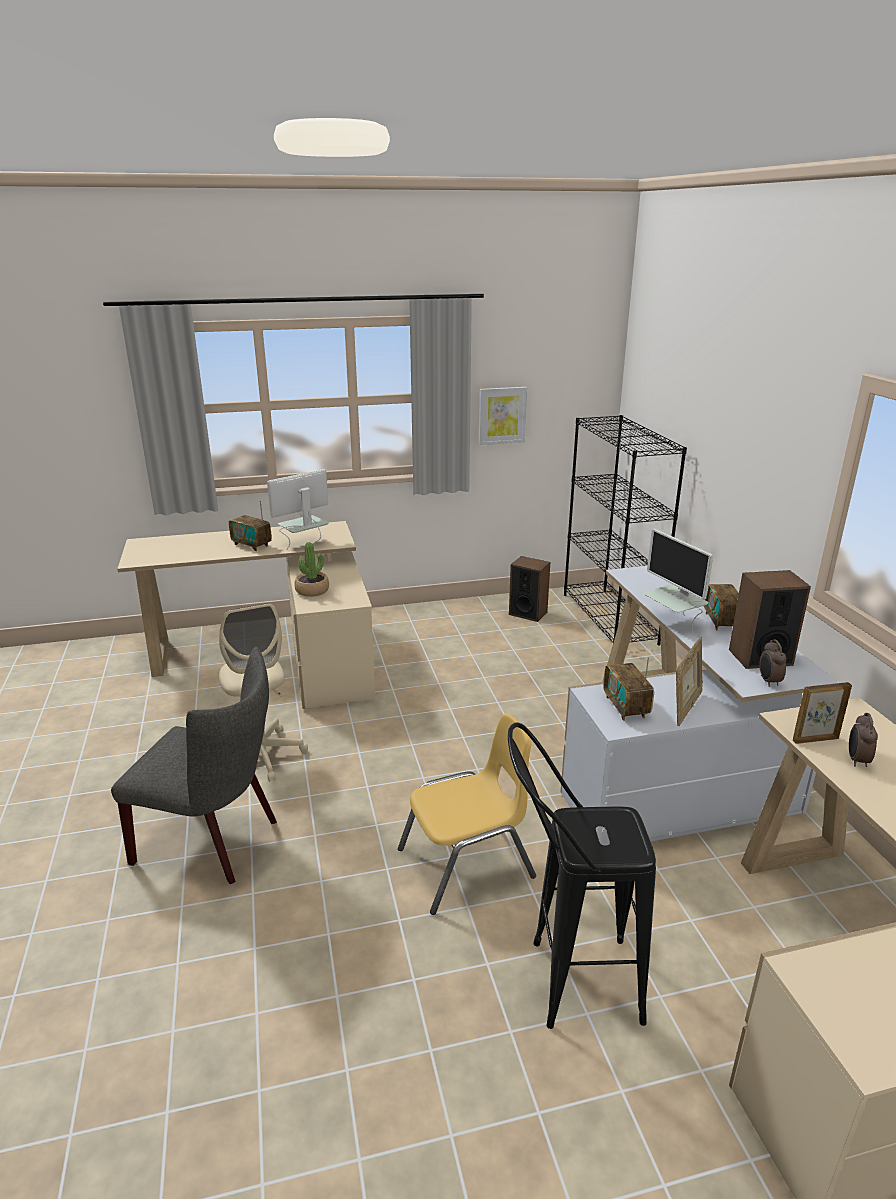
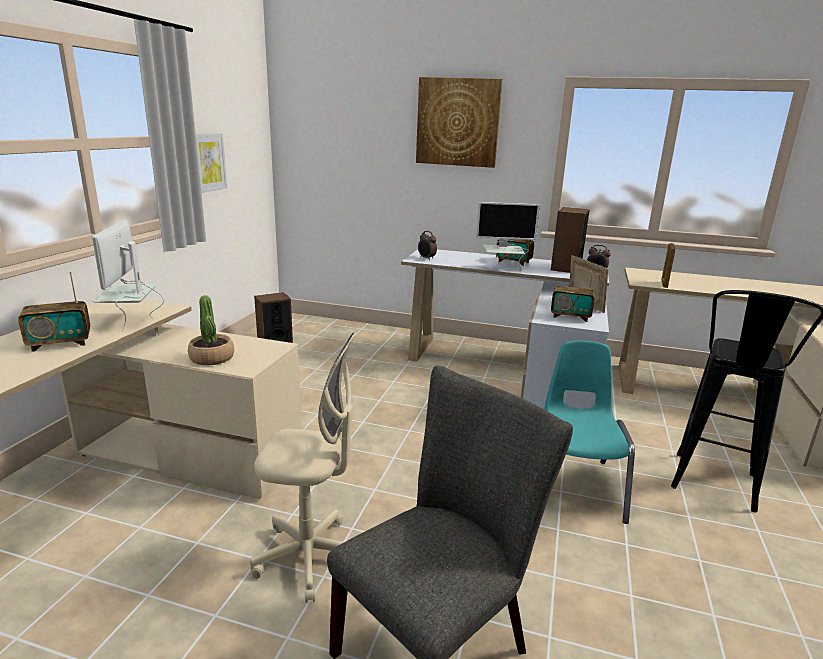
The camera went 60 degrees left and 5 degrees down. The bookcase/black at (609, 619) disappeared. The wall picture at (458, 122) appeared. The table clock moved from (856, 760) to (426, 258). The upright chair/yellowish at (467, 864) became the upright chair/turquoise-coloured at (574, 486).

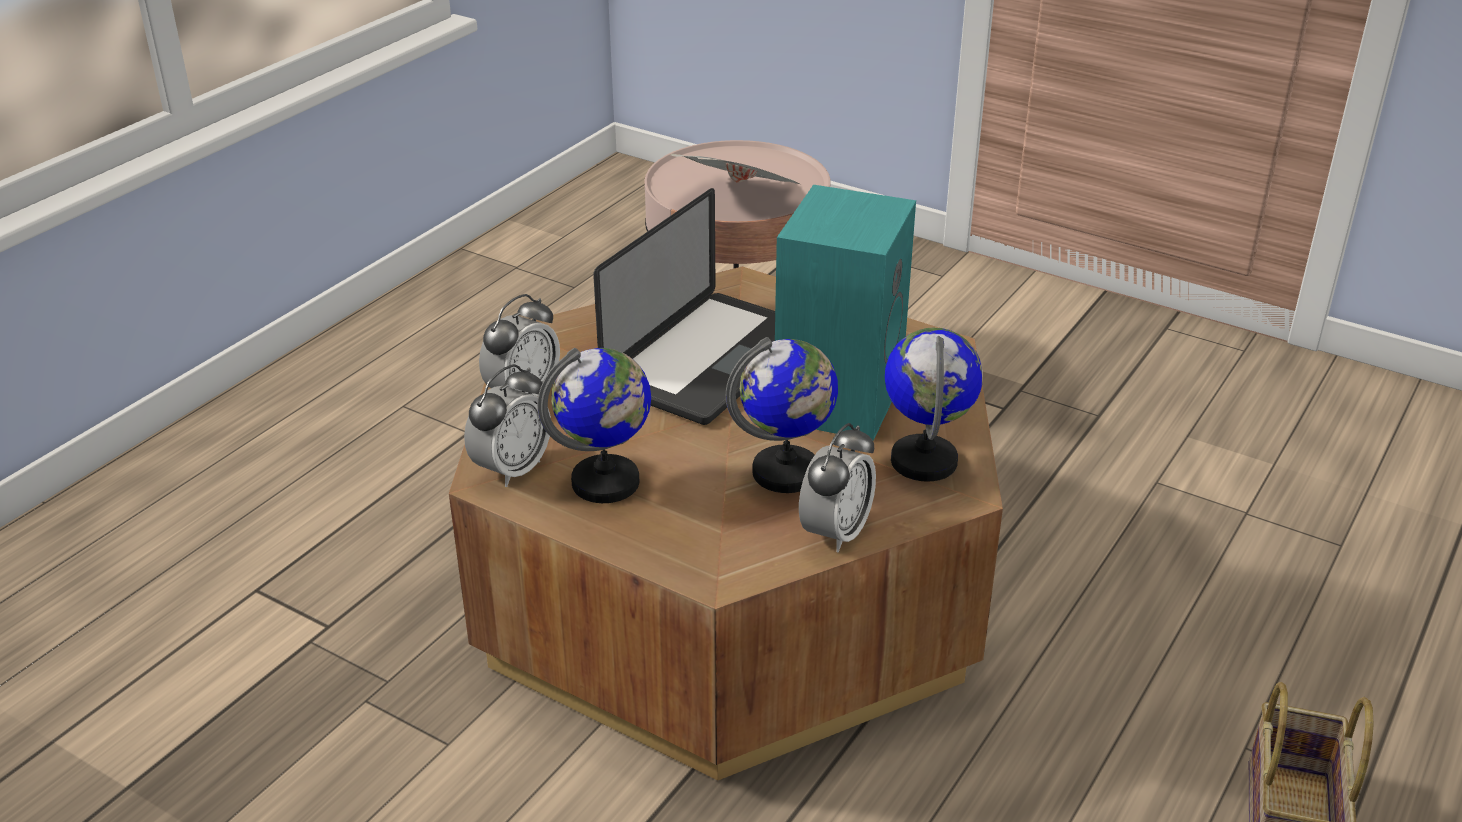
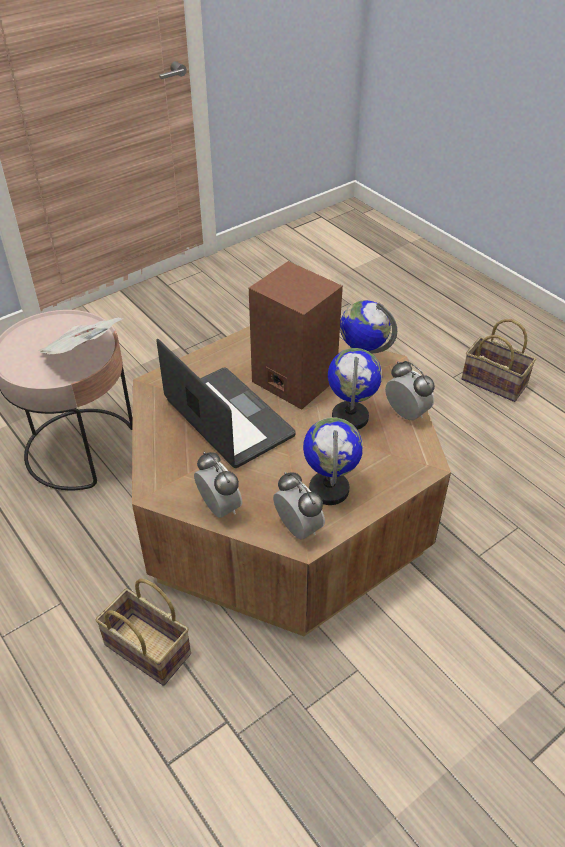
The camera went 70 degrees left and 10 degrees up. The storage basket at (145, 649) appeared. The audio speaker/turquoise-coloured at (837, 397) became the audio speaker/brownish at (291, 380).

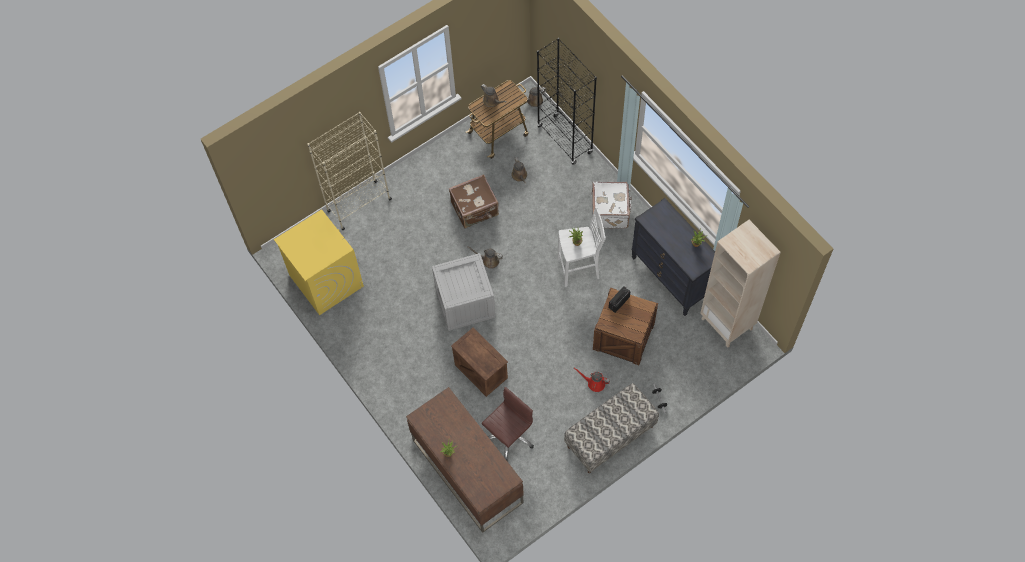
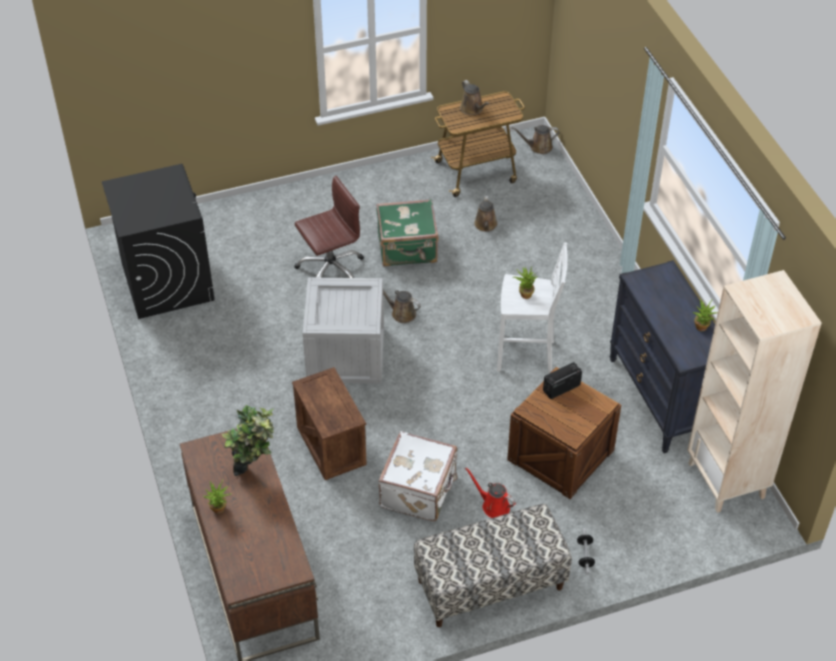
The camera went 15 degrees right and 15 degrees down. The bookcase/beige at (359, 205) disappeared. The bookcase/black at (565, 140) disappeared. The houseplant at (254, 470) appeared. The desk chair/brownish moved from (508, 436) to (330, 270). The piece of luggage/white moved from (610, 212) to (419, 490). The laundry appliance/yellowish at (326, 280) became the laundry appliance/black at (167, 281). The piece of luggage/brownish at (475, 209) became the piece of luggage/green at (407, 249).

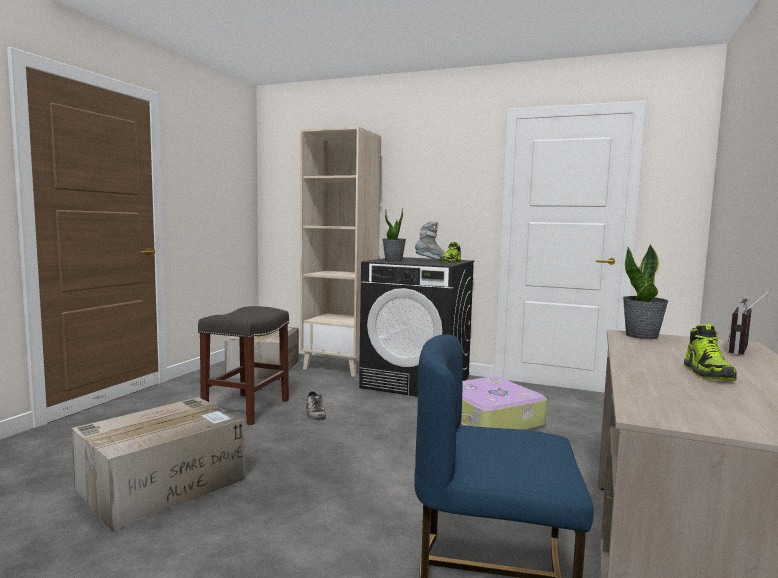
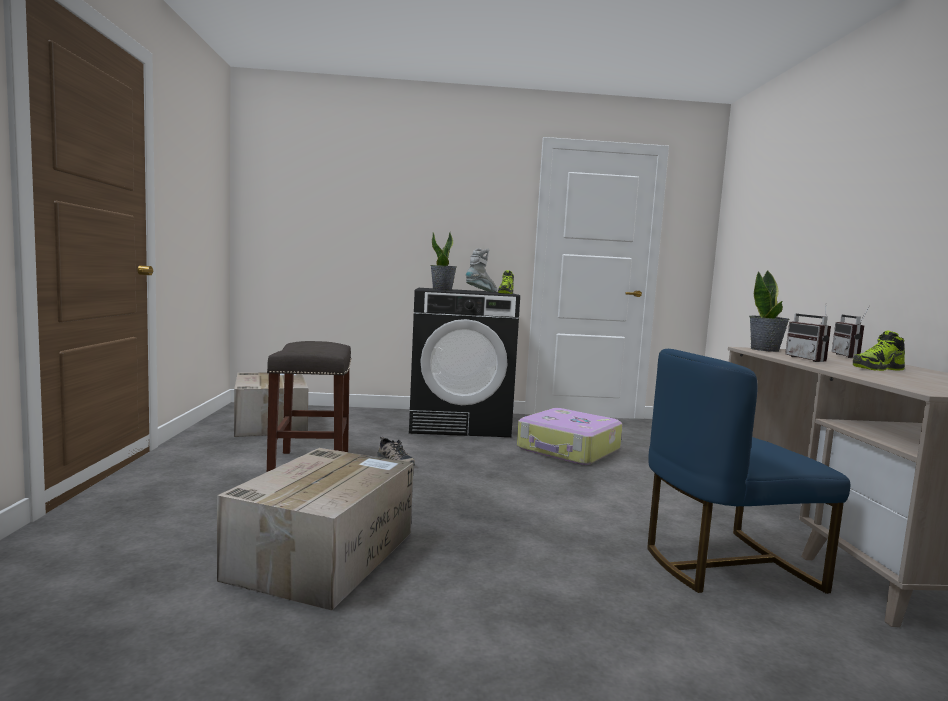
The camera went 25 degrees left and 0 degrees up. The bookcase/beige at (340, 367) disappeared. The radio at (810, 359) appeared. The item of footwear at (707, 373) turned 90 degrees clockwise.

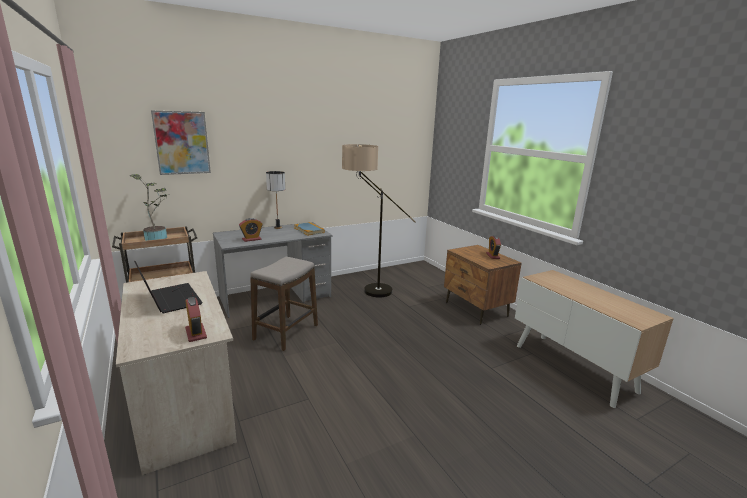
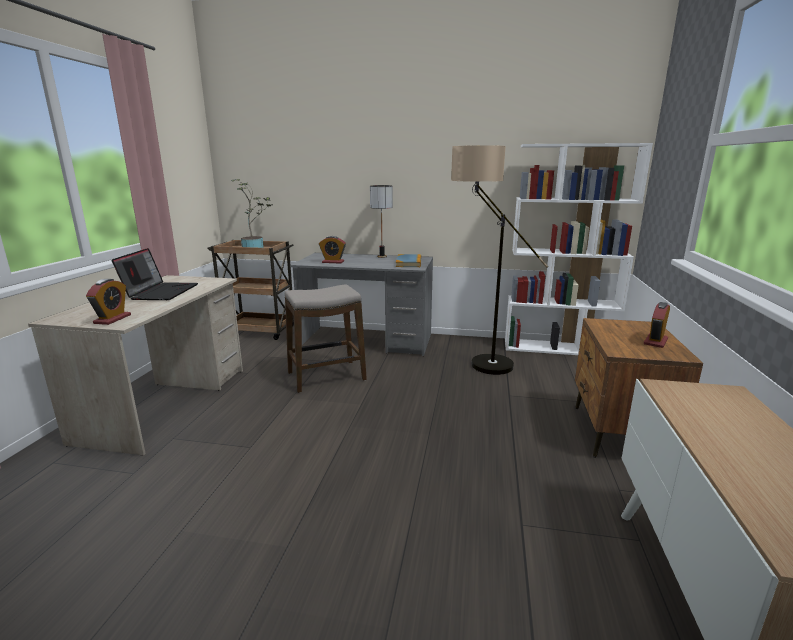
The camera went 40 degrees right and 0 degrees up. The wall picture at (182, 143) disappeared. The bookcase/white at (558, 348) appeared.

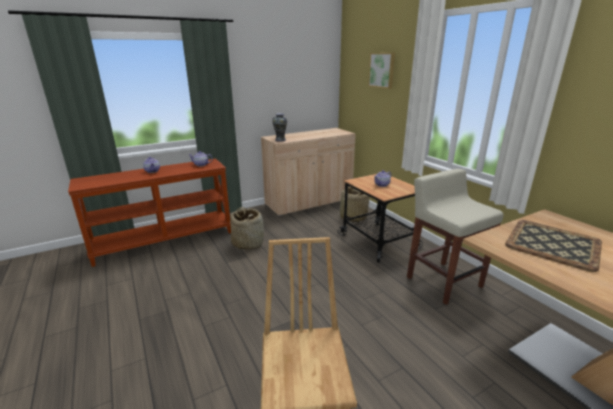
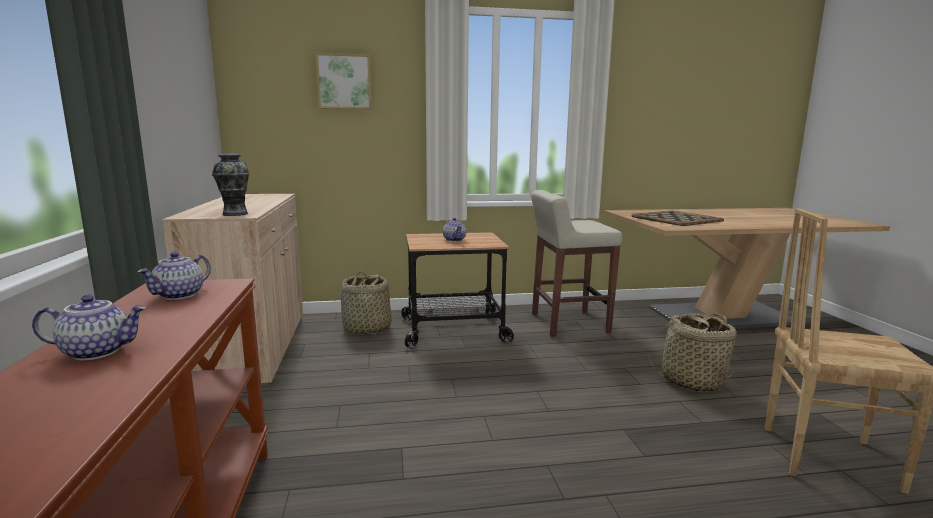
The camera went 70 degrees left and 10 degrees down. The storage basket moved from (248, 243) to (692, 381).

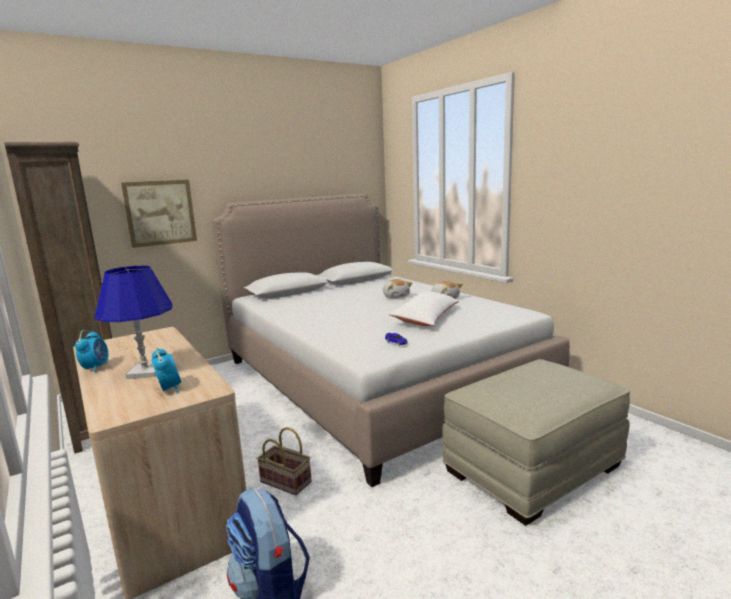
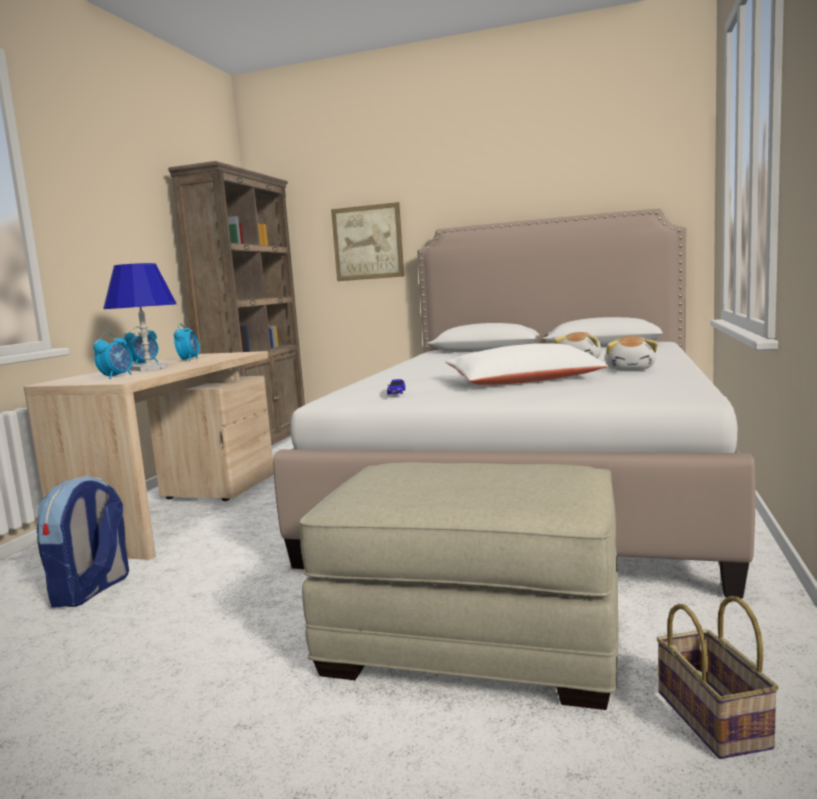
The camera went 50 degrees right and 5 degrees down. The table clock at (189, 360) appeared. The storage basket moved from (287, 481) to (716, 720).

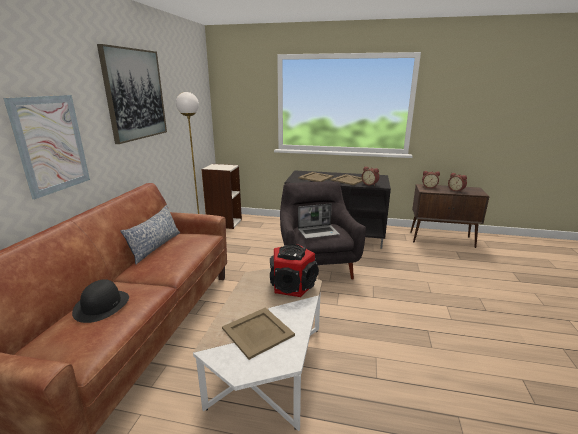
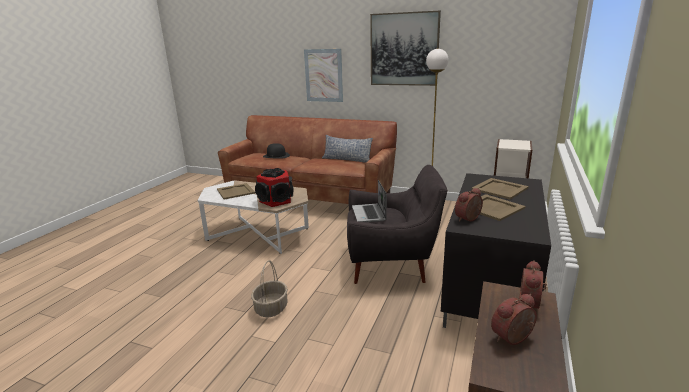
The camera went 100 degrees right and 0 degrees up. The storage basket at (271, 308) appeared.

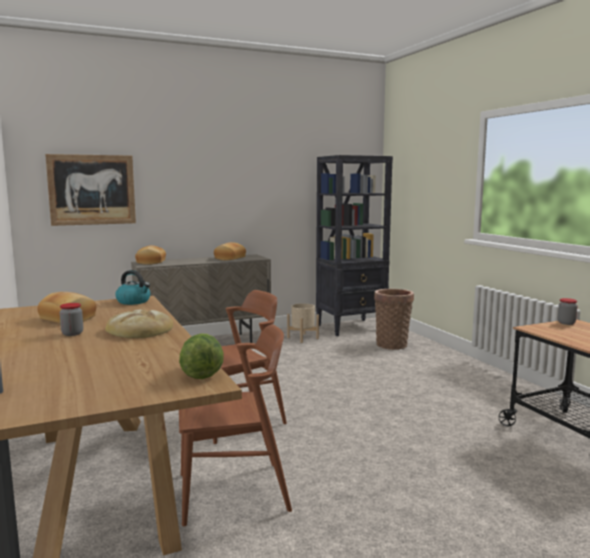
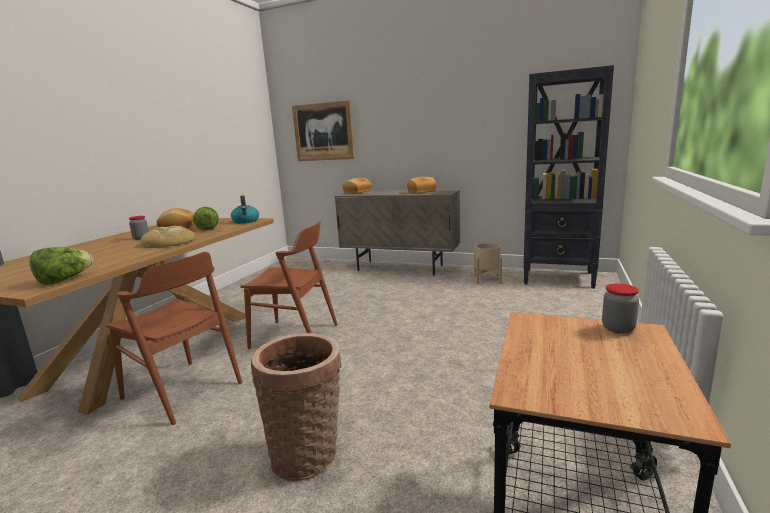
The camera went 45 degrees right and 5 degrees up. The lettuce at (208, 228) appeared. The storage basket moved from (392, 344) to (308, 455).

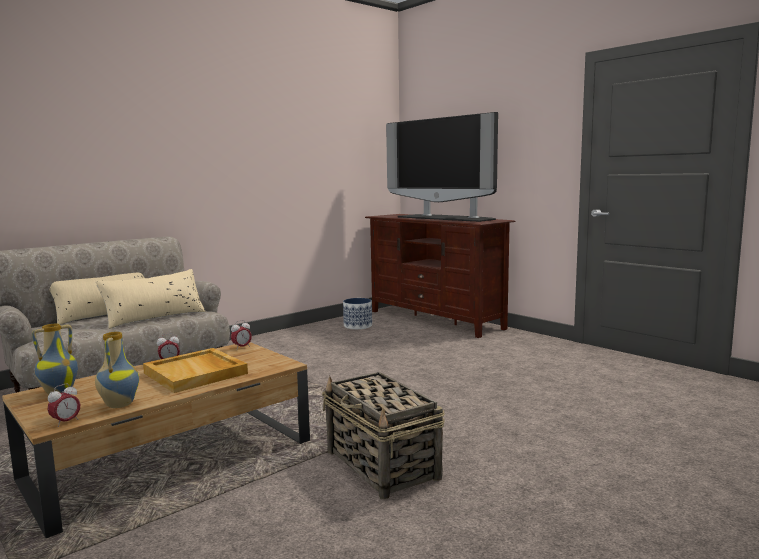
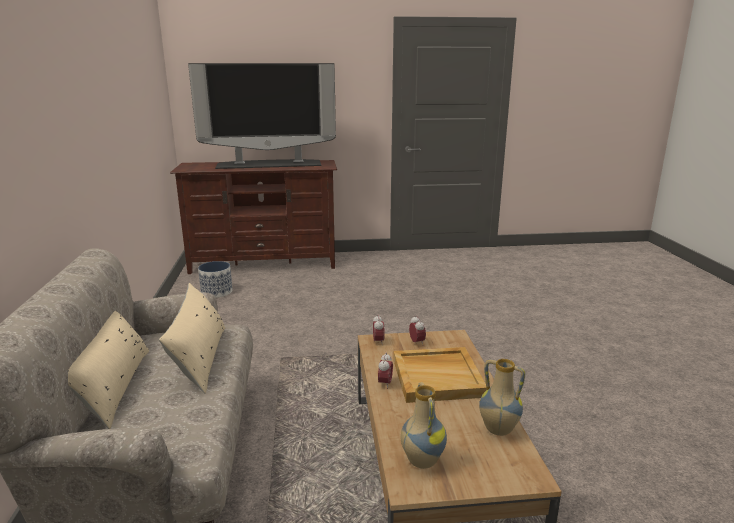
The camera went 55 degrees left and 10 degrees up. The storage basket at (382, 465) disappeared. The table clock moved from (66, 422) to (417, 342).

